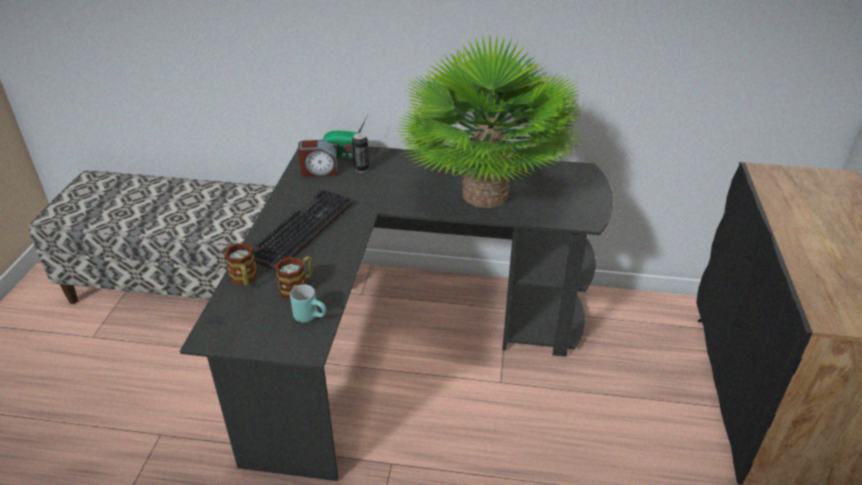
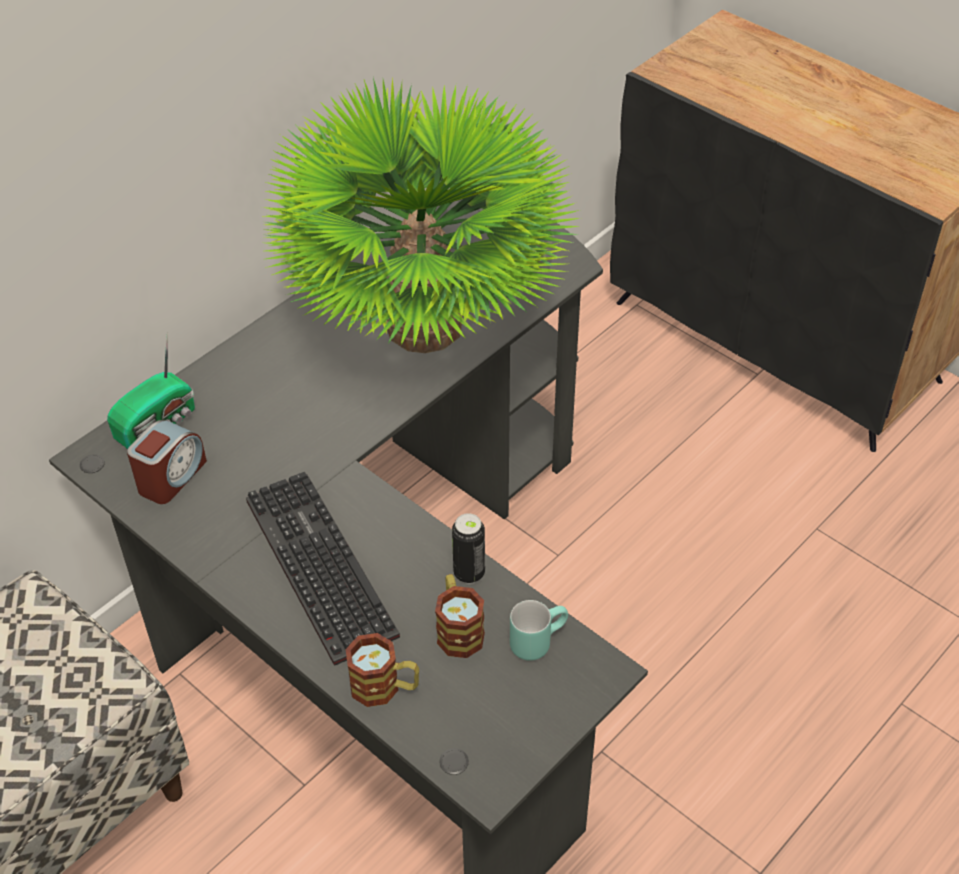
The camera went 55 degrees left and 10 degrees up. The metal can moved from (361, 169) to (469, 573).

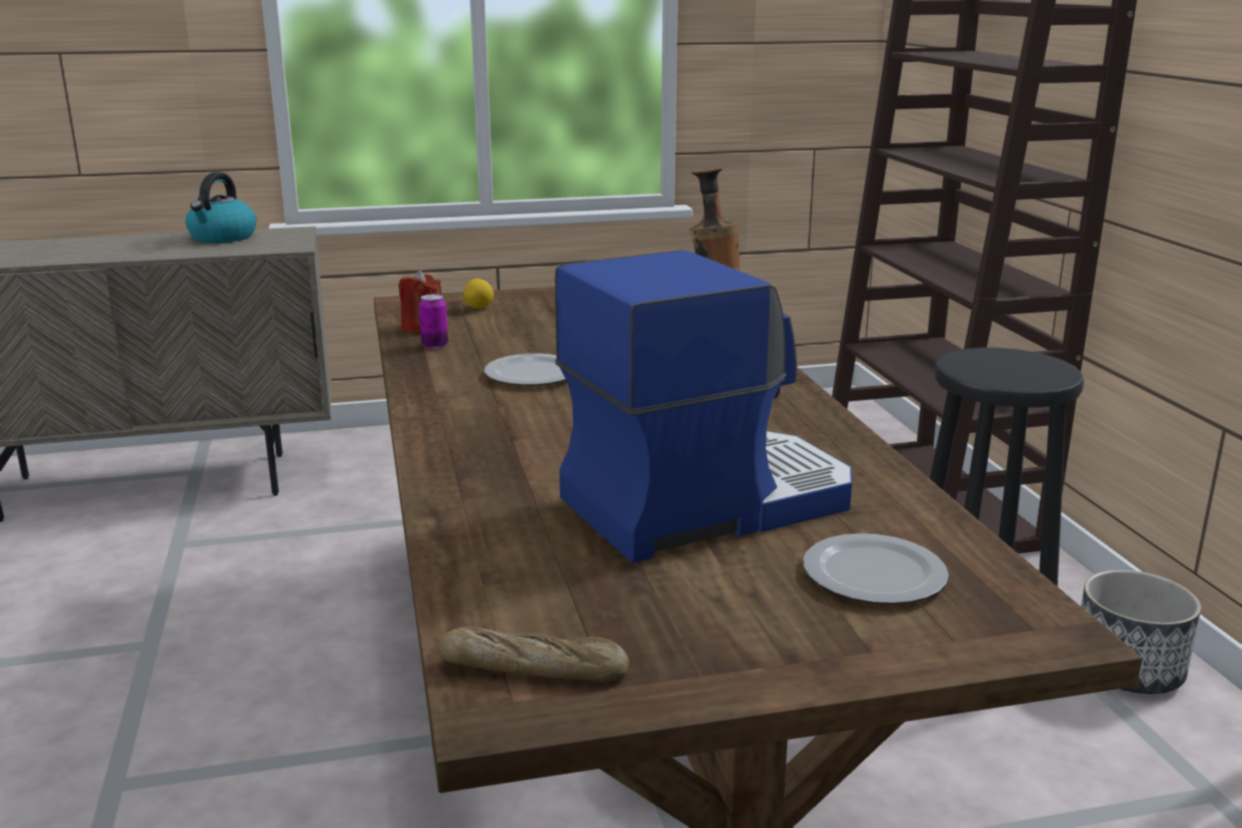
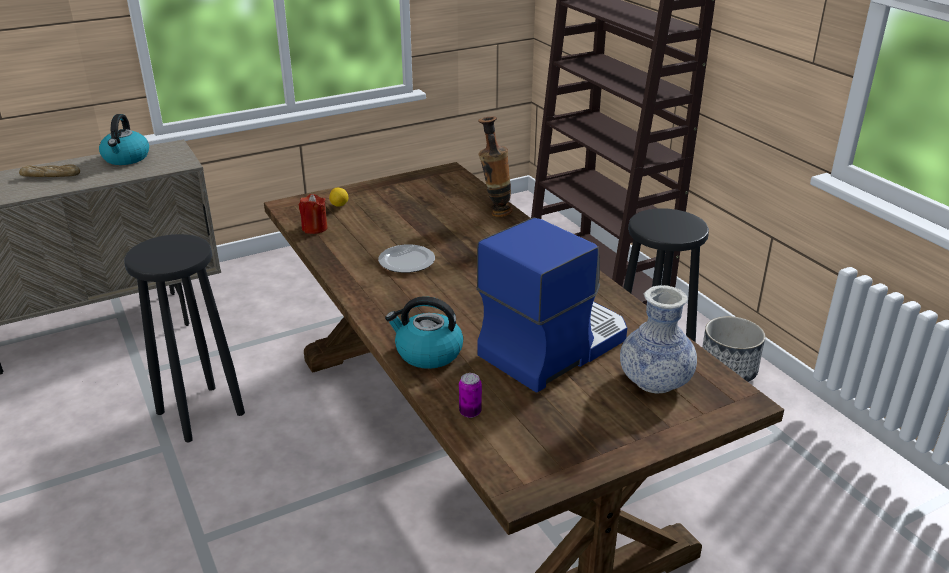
The camera went 15 degrees left and 10 degrees up. The stool/black at (200, 412) appeared. The tea kettle at (427, 353) appeared. The metal can moved from (435, 346) to (470, 412). The bakery bread moved from (533, 670) to (51, 176). The dinner plate at (876, 576) was replaced by the flower vase at (655, 381).

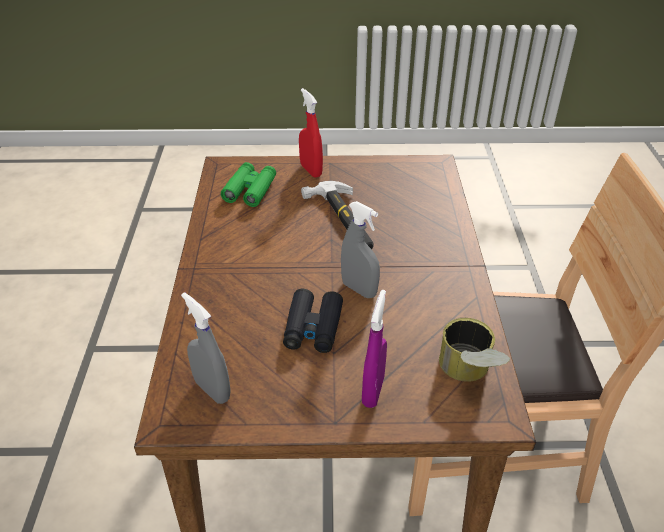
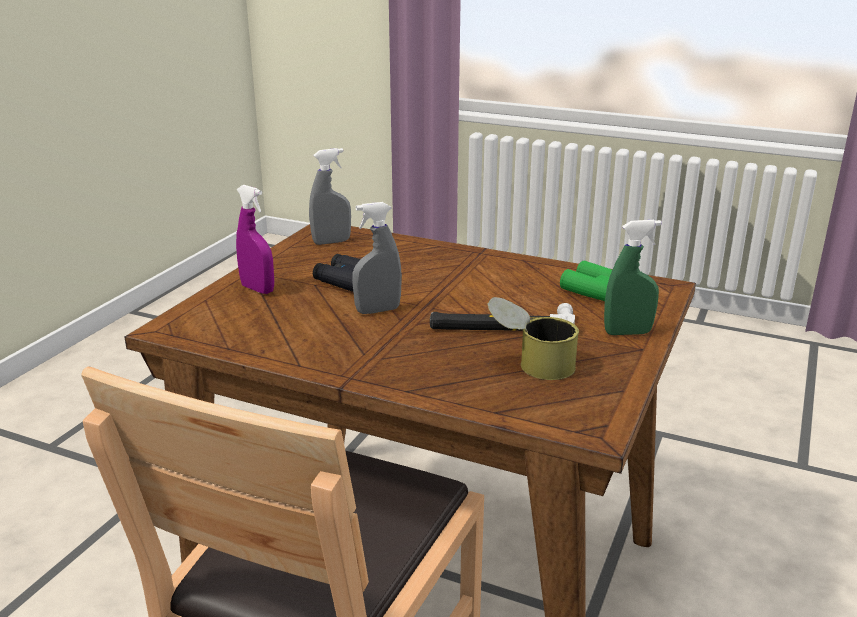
The camera went 115 degrees right and 15 degrees down. The metal can moved from (468, 374) to (530, 364). The sprayer/reddish at (311, 170) became the sprayer/green at (627, 332).

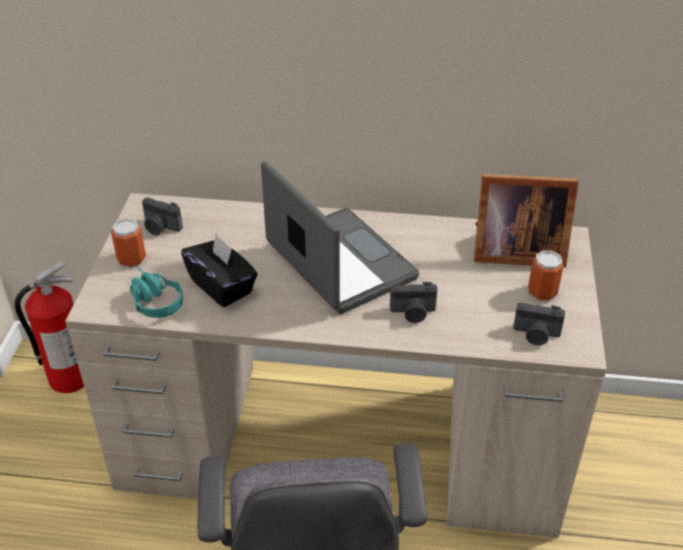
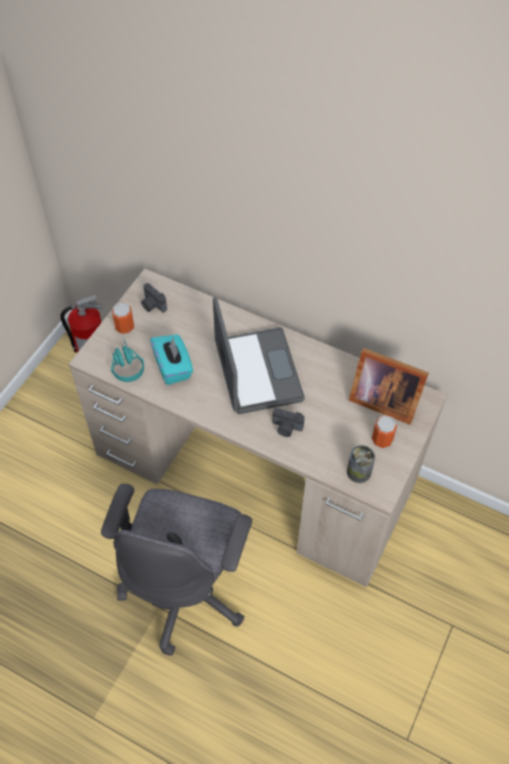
The camera went 20 degrees right and 15 degrees up. The photo camera at (536, 335) was replaced by the metal can at (358, 472). The tissue holder/black at (222, 286) became the tissue holder/turquoise-coloured at (173, 367).

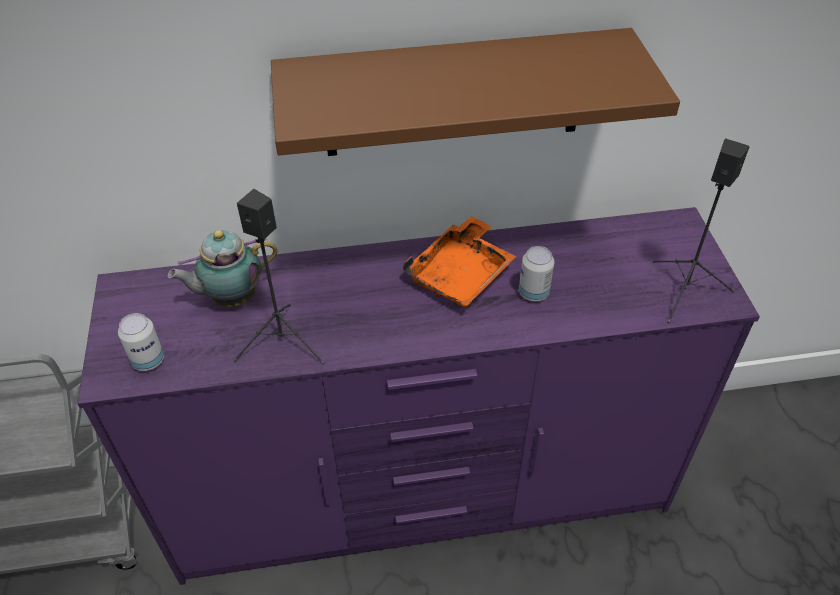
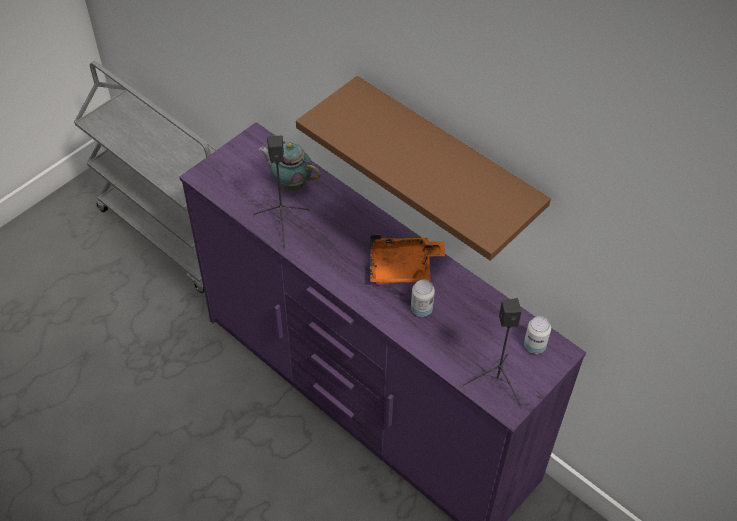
The camera went 50 degrees right and 5 degrees up. The metal can moved from (148, 360) to (534, 345).

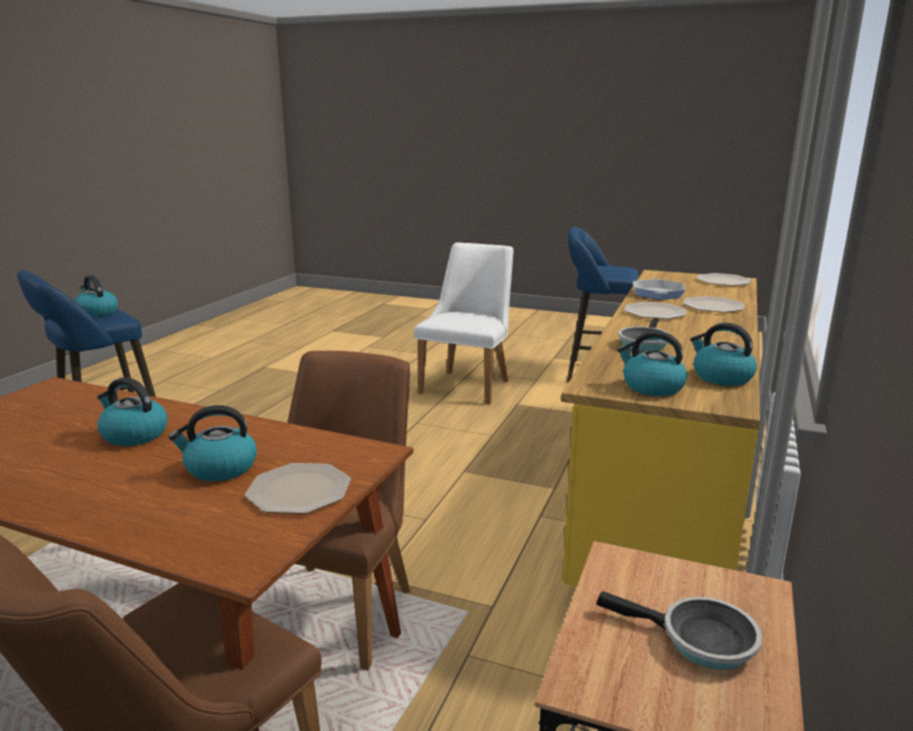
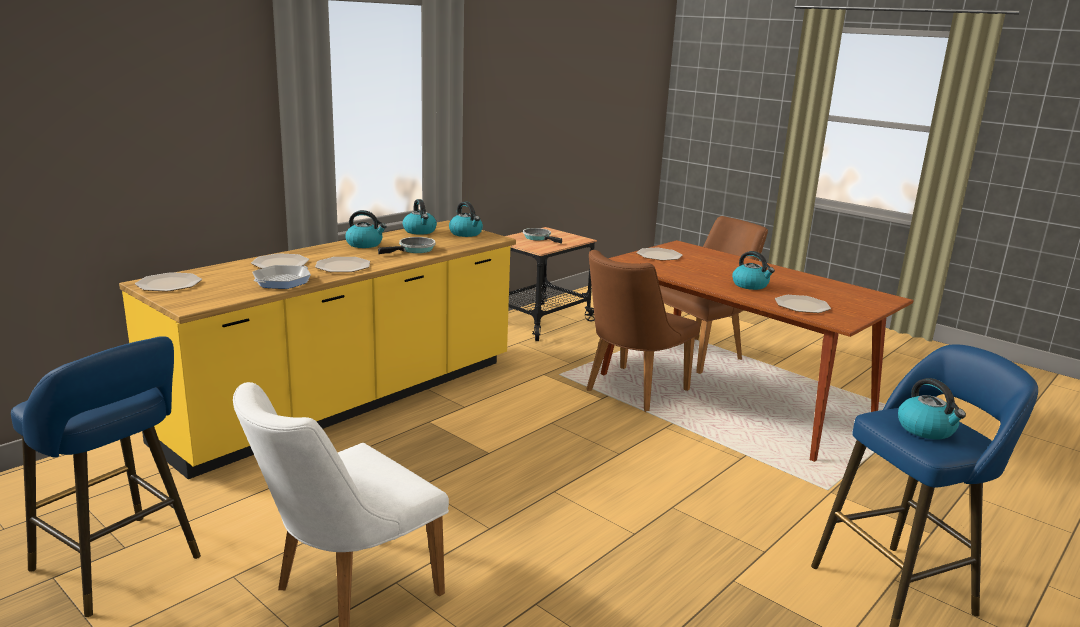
The camera went 160 degrees left and 0 degrees up. The dinner plate at (801, 305) appeared. The tea kettle moved from (220, 468) to (365, 244).

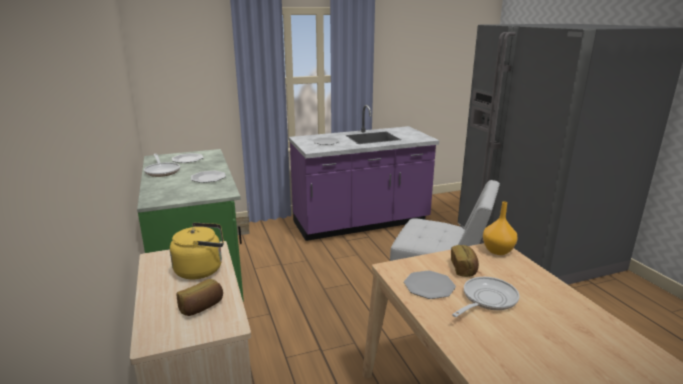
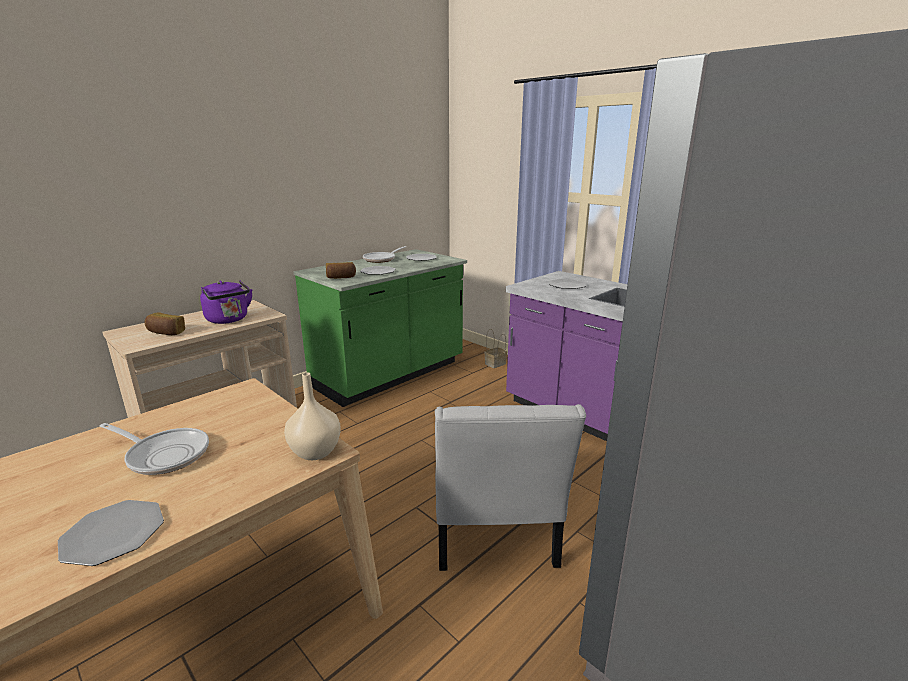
The camera went 65 degrees right and 0 degrees up. The dinner plate moved from (429, 286) to (113, 533). The bakery bread moved from (464, 269) to (341, 277). The tea kettle/yellowish at (202, 269) became the tea kettle/purple at (229, 320). The flower vase/orange at (497, 251) became the flower vase/beige at (314, 452).

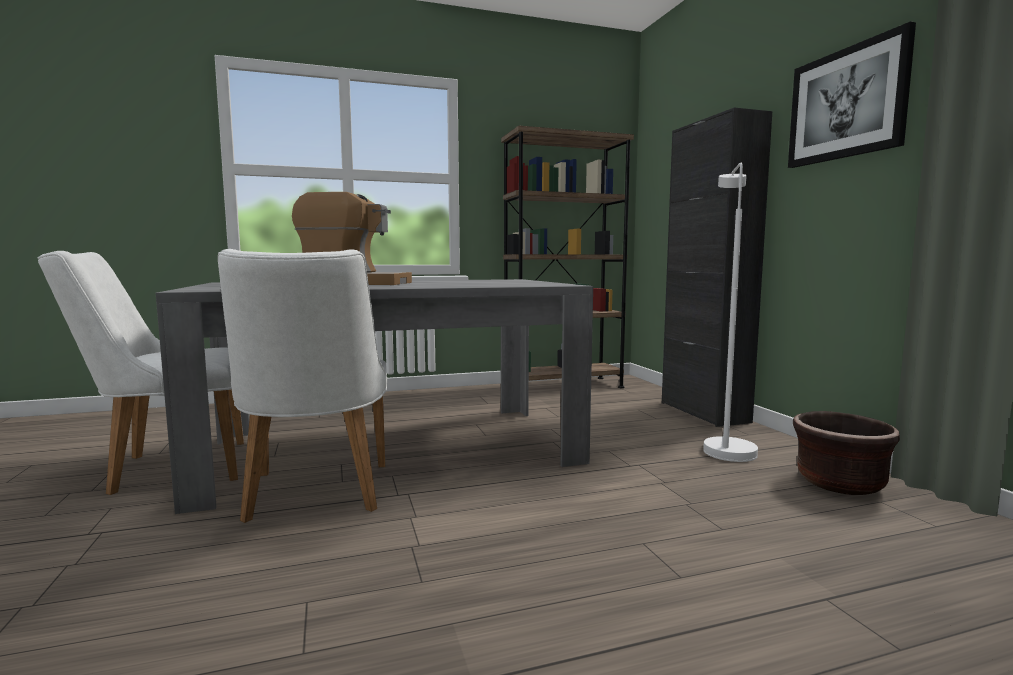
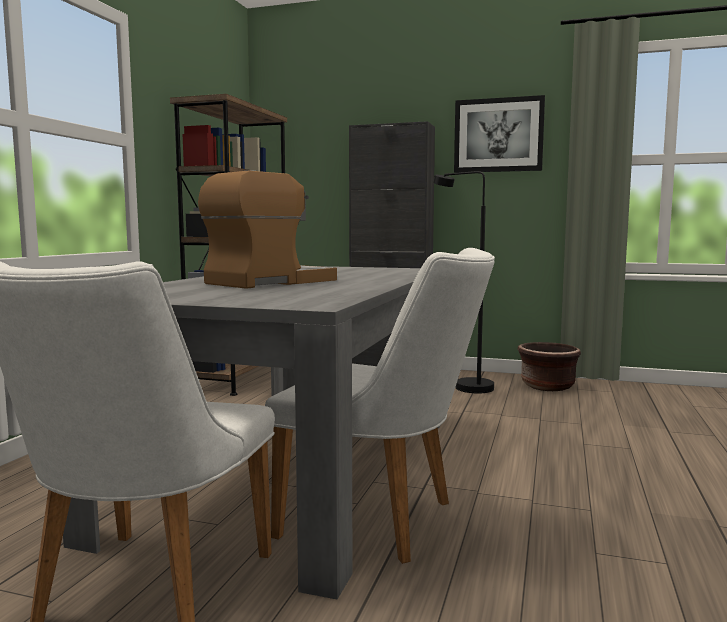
The camera went 55 degrees left and 0 degrees up. The standing lamp/white at (726, 448) became the standing lamp/black at (465, 386).

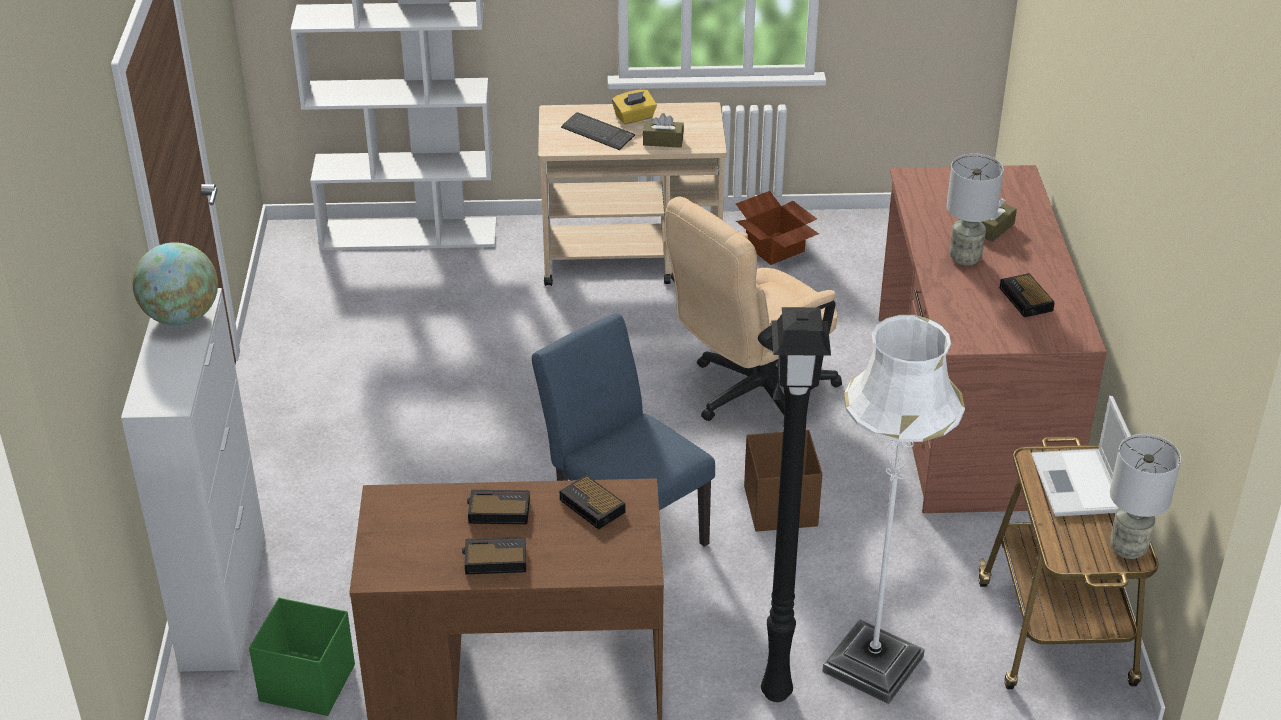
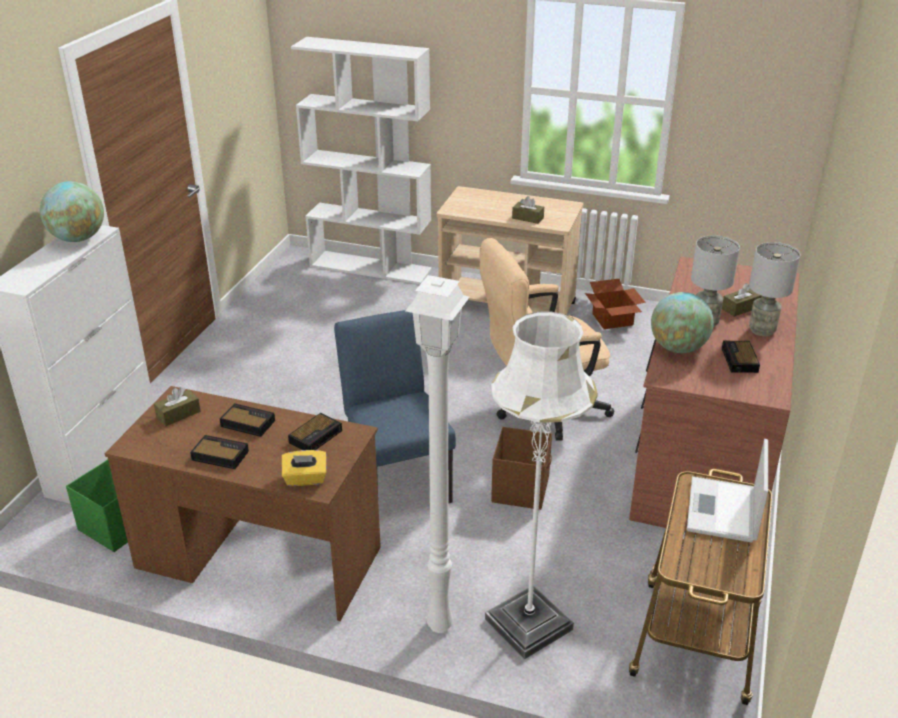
The camera went 20 degrees right and 5 degrees down. The keyboard at (598, 133) disappeared. The tissue holder/brownish at (178, 414) appeared. The globe at (678, 348) appeared. The tissue holder/yellowish moved from (634, 117) to (305, 479). The lamp for a table/gray moved from (1128, 547) to (762, 330). The standing lamp/black at (774, 694) became the standing lamp/white at (437, 625). The table clock at (593, 507) turned 120 degrees counterclockwise.

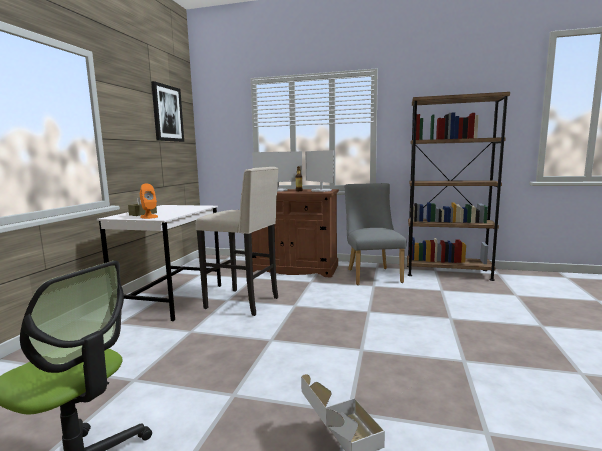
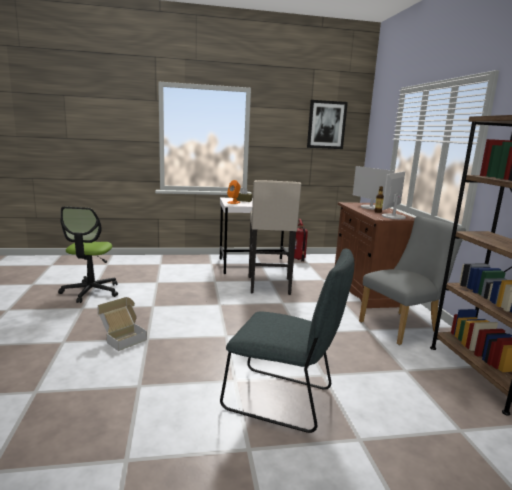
The camera went 65 degrees right and 5 degrees up. The upright chair/gray at (283, 400) appeared. The fire extinguisher at (299, 258) appeared.

